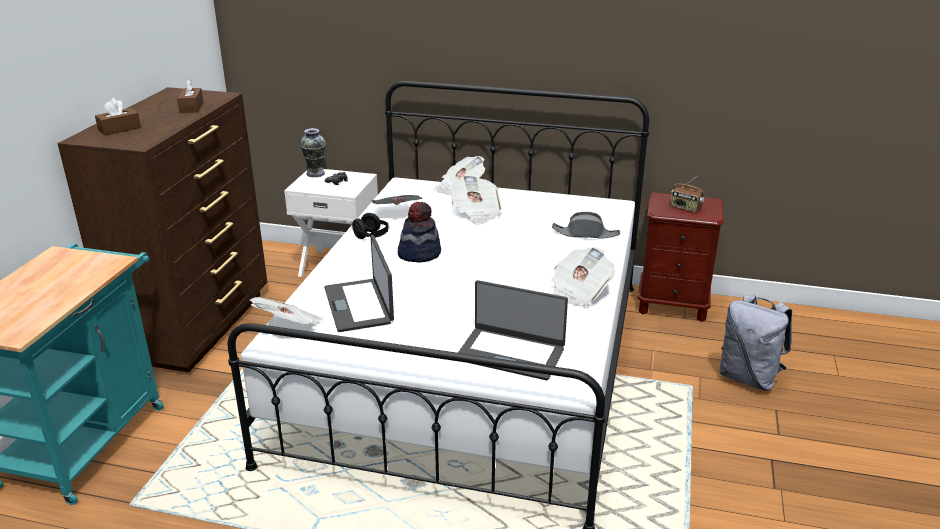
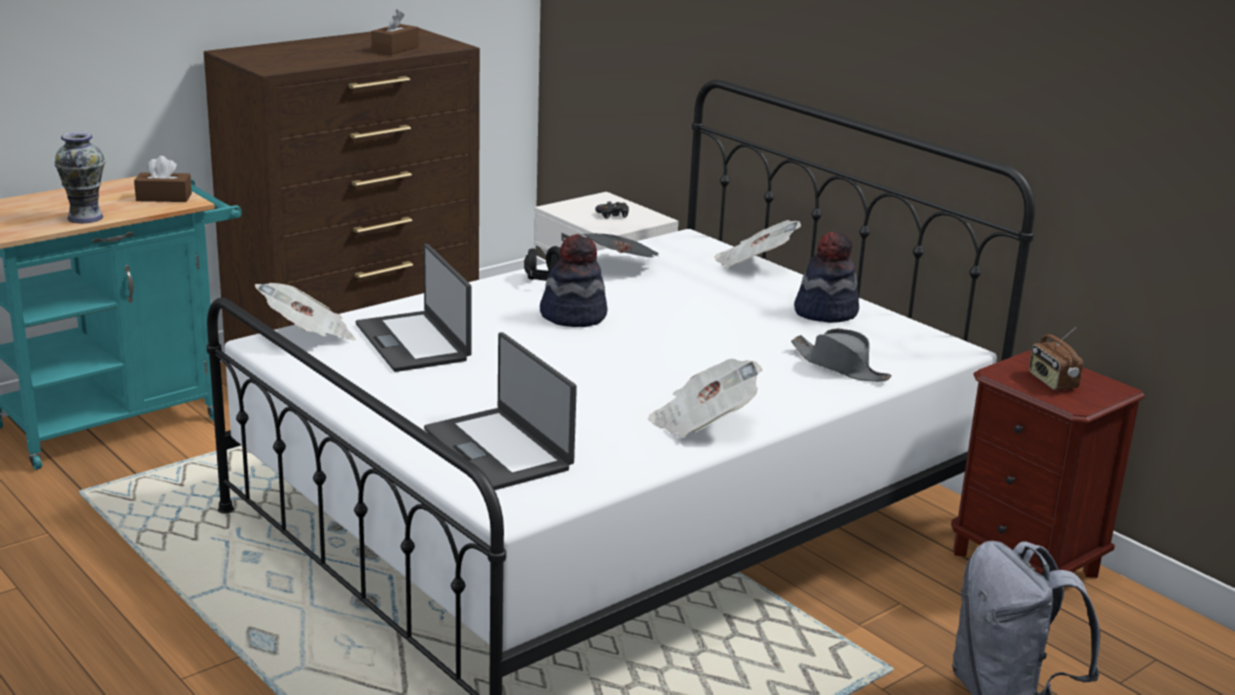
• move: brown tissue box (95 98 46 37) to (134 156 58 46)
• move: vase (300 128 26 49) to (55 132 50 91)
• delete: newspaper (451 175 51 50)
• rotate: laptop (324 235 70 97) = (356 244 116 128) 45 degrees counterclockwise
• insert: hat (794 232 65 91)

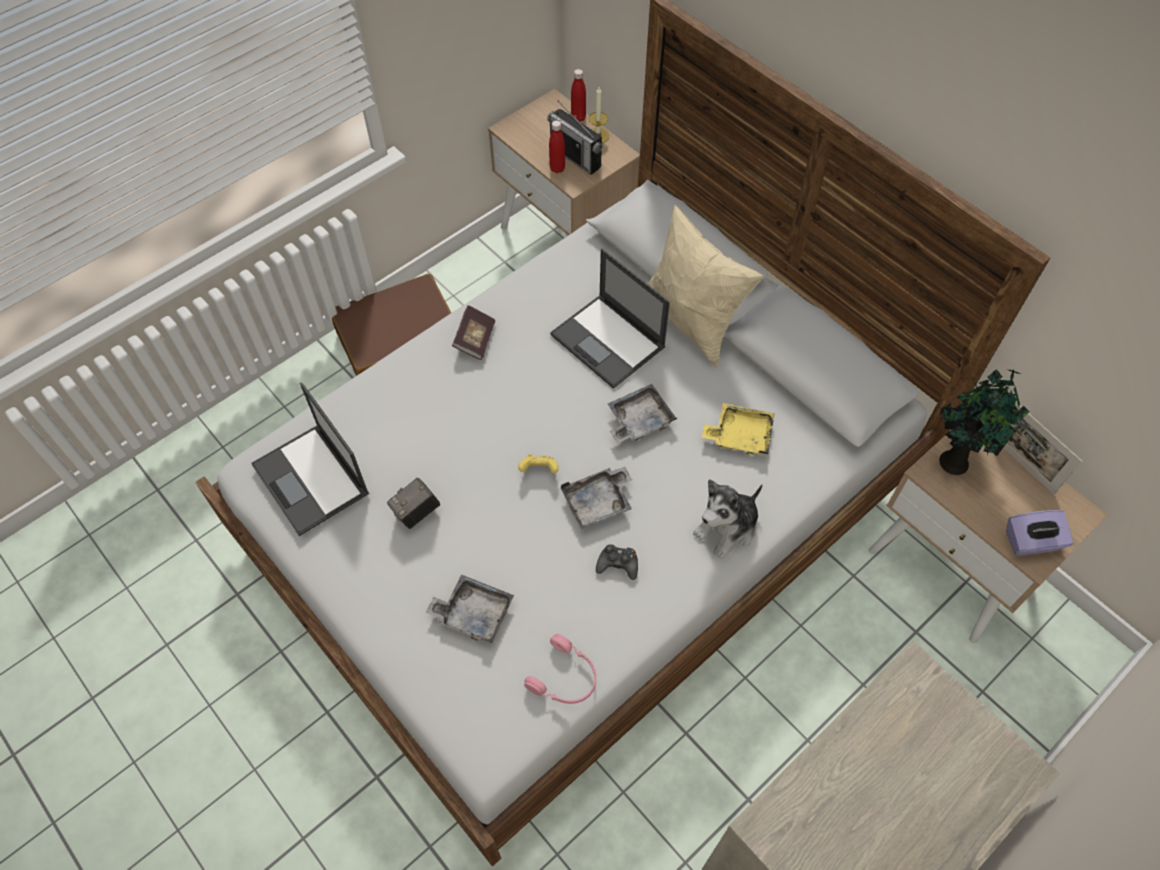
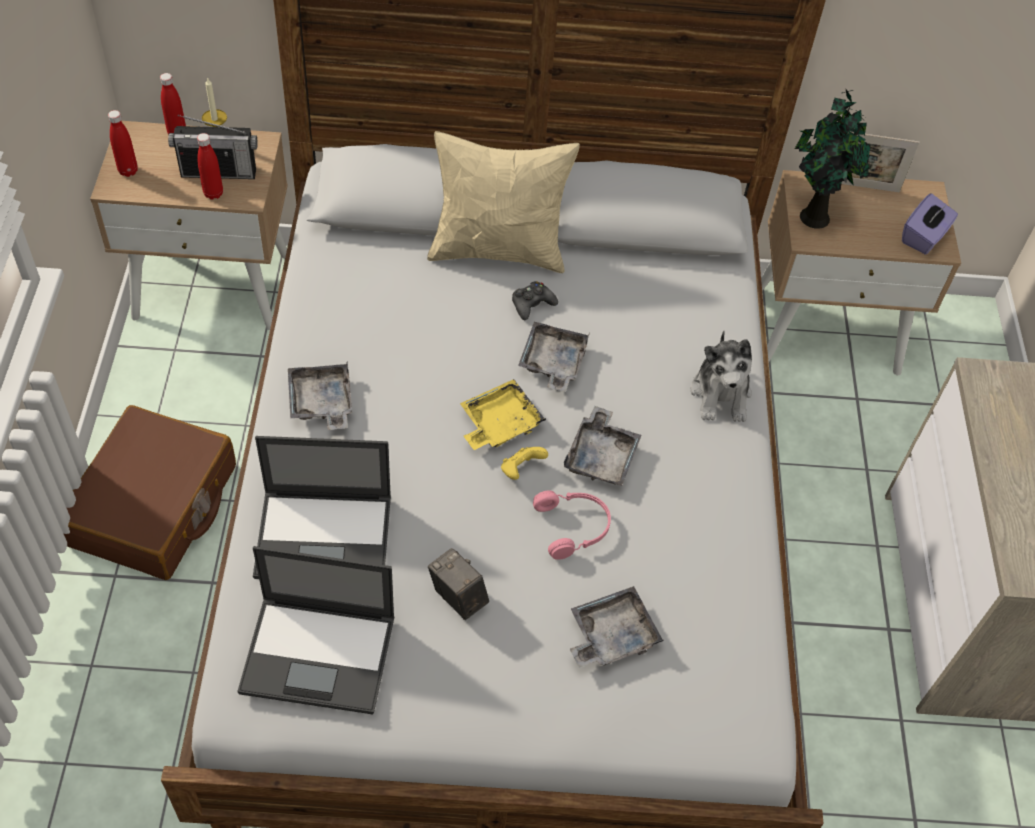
• move: laptop (550 249 120 140) to (253 436 138 143)
• replace: book (452 305 43 55) to grey tray (288 361 64 69)
• move: yellow tray (702 403 73 52) to (460 379 86 71)
• rotate: photo camera (387 478 53 51) = (428 548 61 72) 135 degrees clockwise
• move: black game controller (596 545 42 35) to (512 281 46 39)
• move: pink headphones (524 634 73 70) to (533 490 78 70)
• insert: red bottle (108 110 30 67)

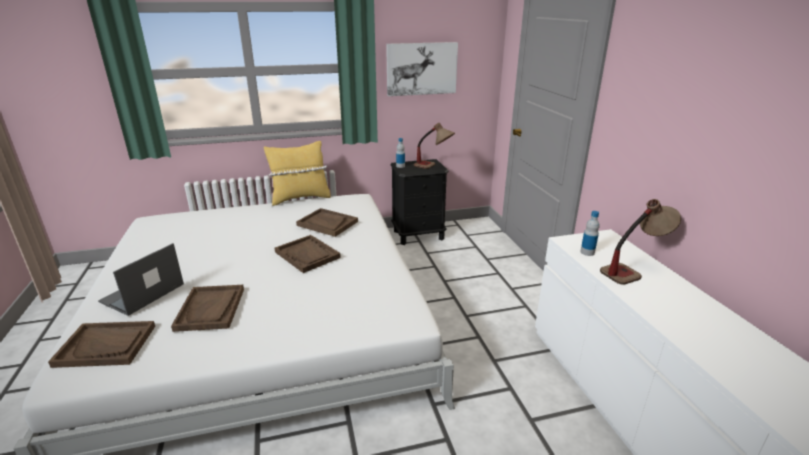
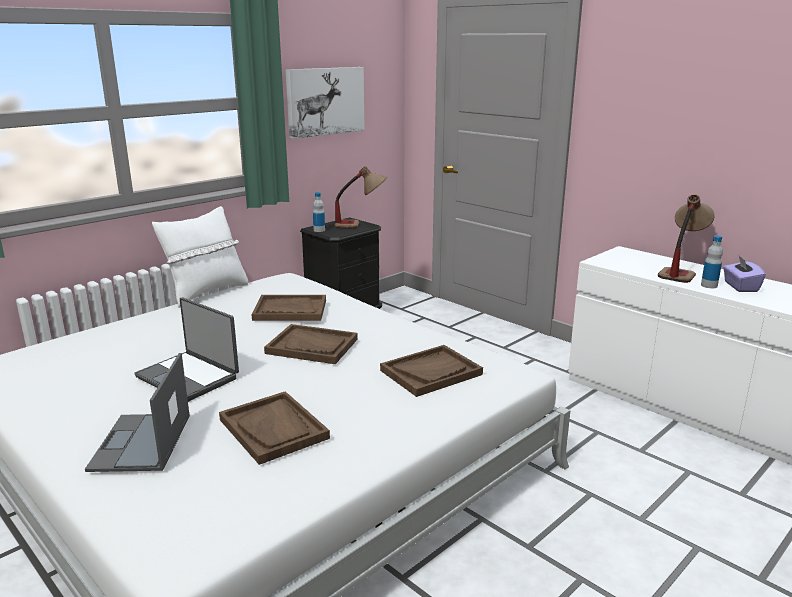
• recolor: yellow pillow (264 141 67 65) to white pillow (152 206 96 102)
• move: bottle (580 211 20 45) to (701 235 22 53)
• move: brown tray (48 321 107 47) to (380 345 103 52)
• insert: purple tissue box (723 256 43 36)
• insert: laptop (134 297 105 105)

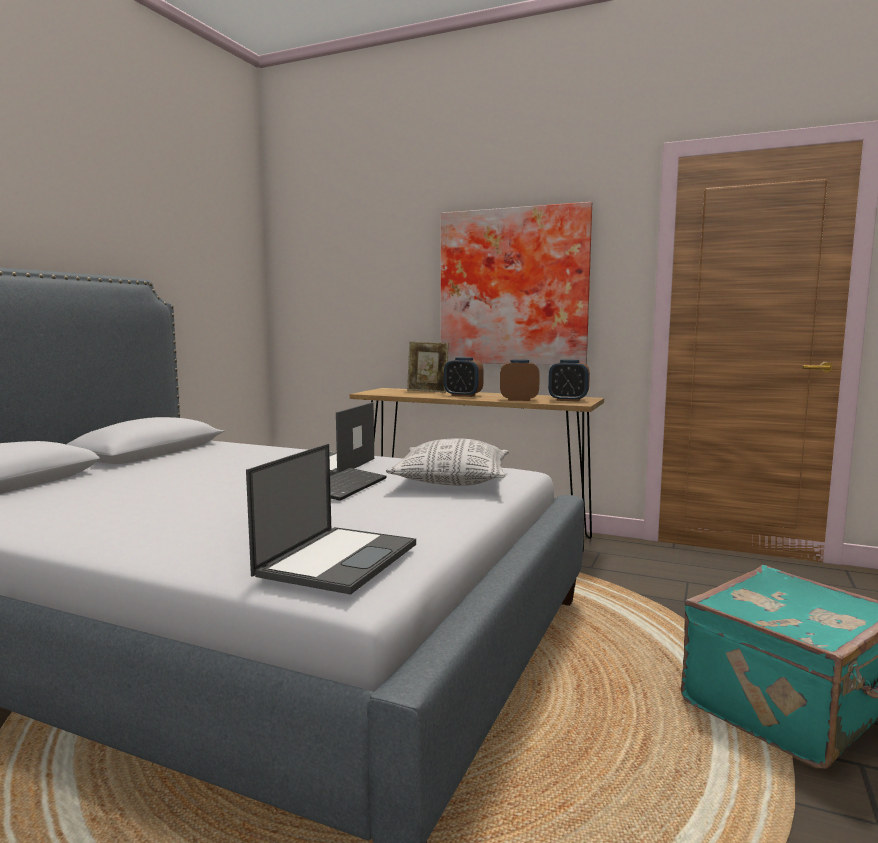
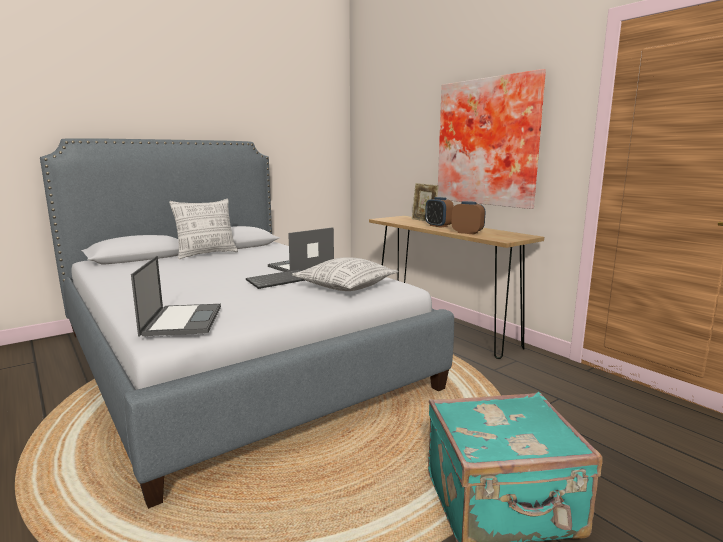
• delete: alarm clock (548 360 42 42)
• rotate: laptop (246 444 170 151) = (131 256 90 80) 60 degrees counterclockwise
• insert: pillow (169 199 69 60)

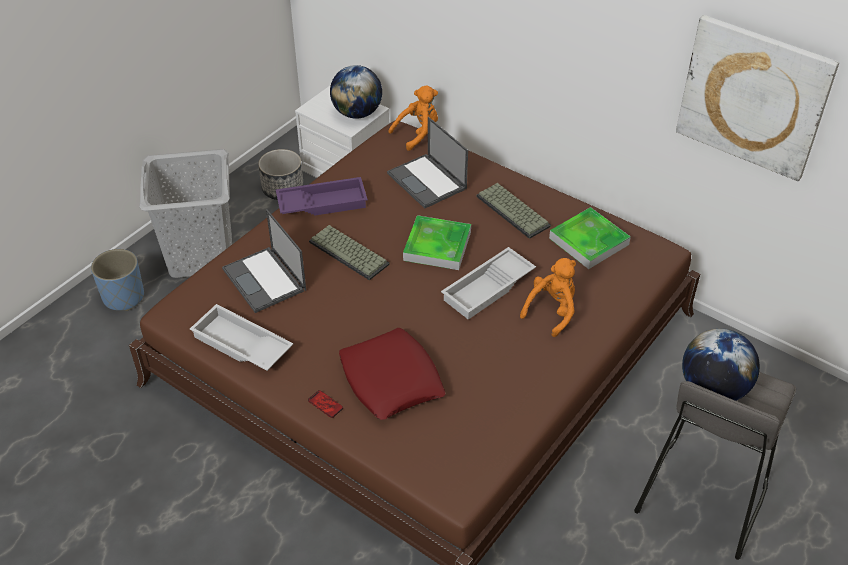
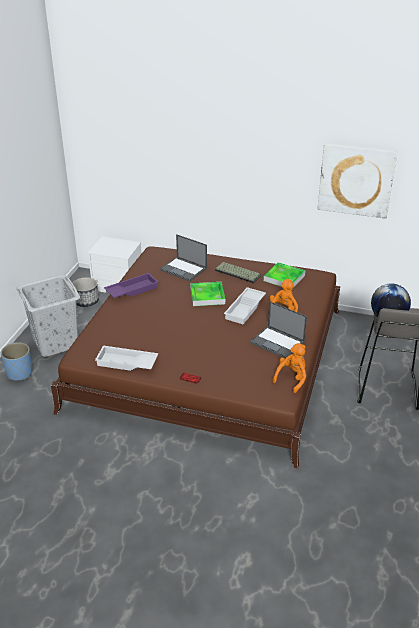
• delete: globe (330 65 52 54)
• move: orange plush toy (389 85 49 66) to (272 343 34 50)
• move: laptop (222 209 84 104) to (250 301 57 57)
• delete: keyboard (309 225 81 55)
• delete: red pillow (339 328 107 92)

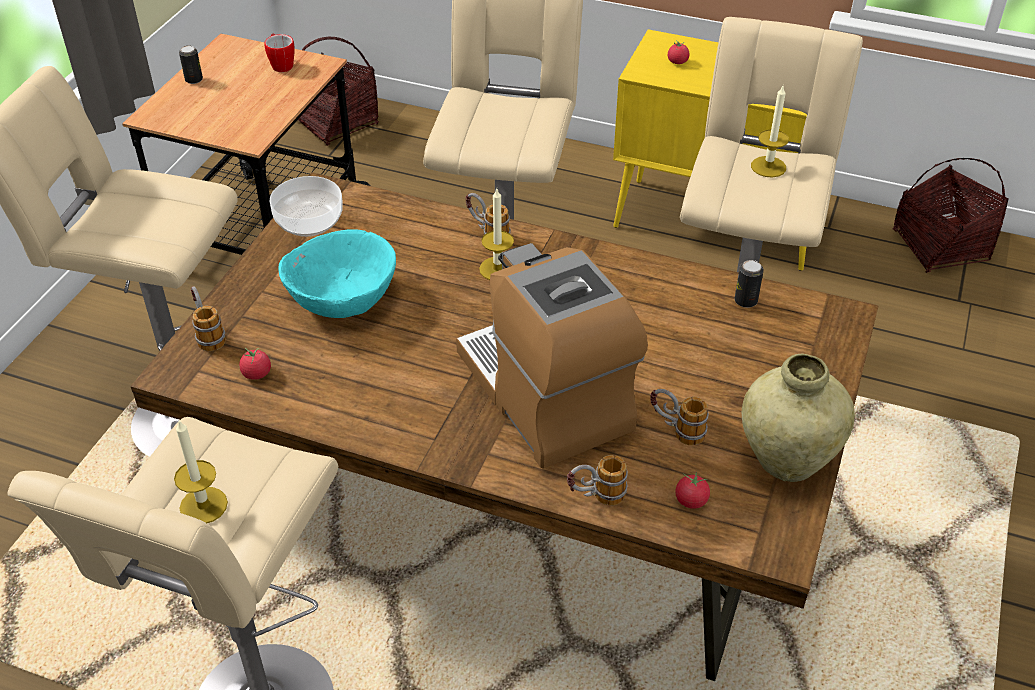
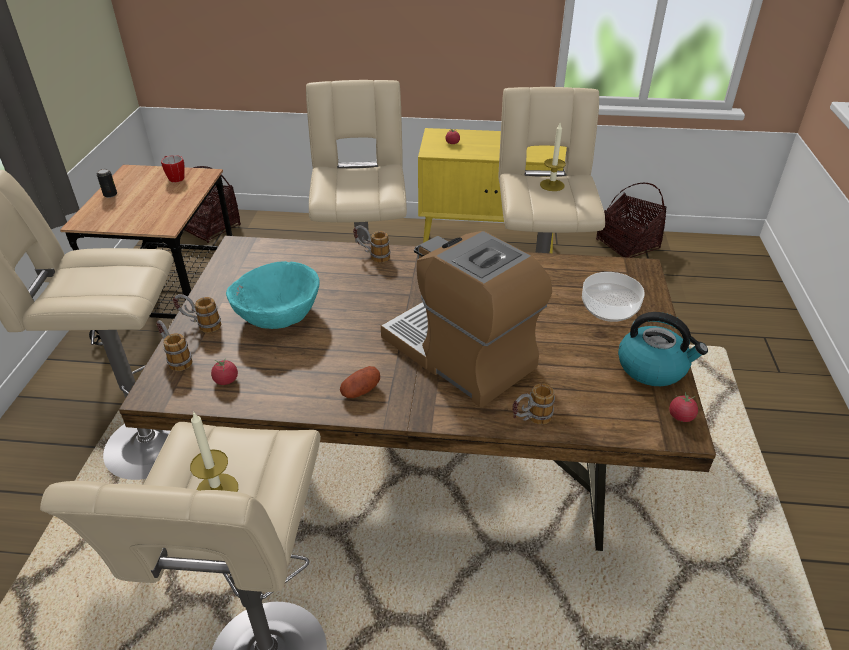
• move: bowl (270 176 73 61) to (582 272 63 50)
• delete: candle (479 189 35 91)
• delete: can (734 260 30 48)
• replace: beige vase (742 354 113 128) to kettle (618 312 90 74)
• move: mug (650 389 59 56) to (173 294 48 39)
• move: tomato (675 472 35 37) to (669 392 29 30)
• insert: potato (340 366 40 32)

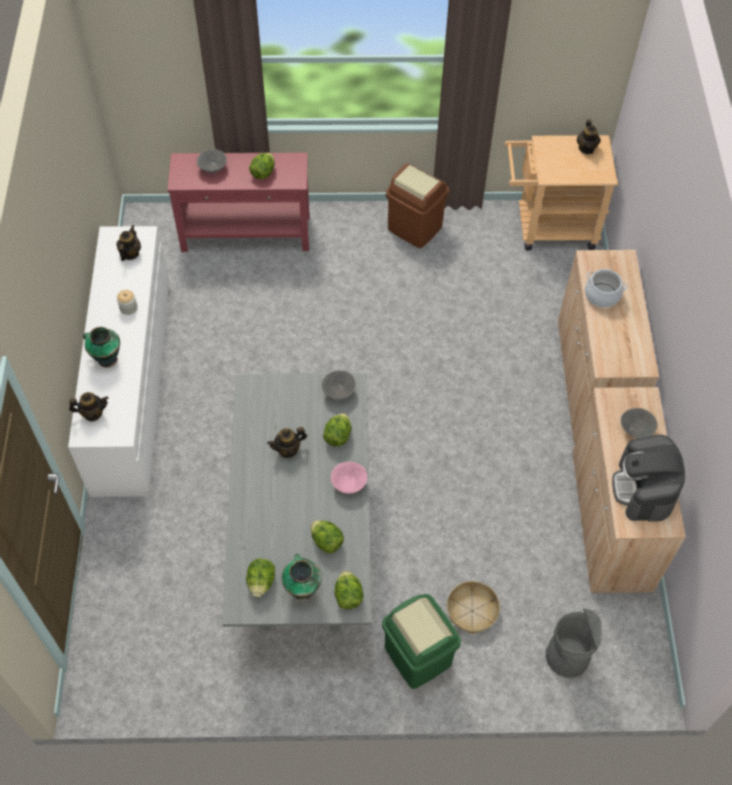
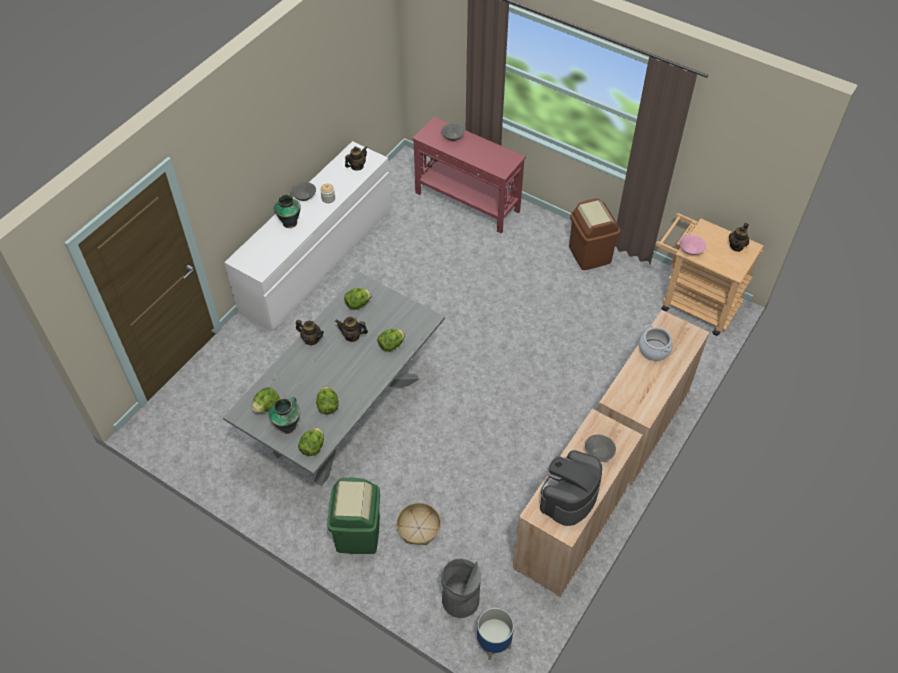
• move: lettuce (249 153 26 26) to (344 288 28 22)
• move: grey bowl (322 370 34 30) to (291 182 25 19)
• move: teapot (69 392 40 29) to (296 320 28 25)
• move: pink bowl (331 462 36 32) to (679 234 28 21)
• insert: planter (477 608 37 52)

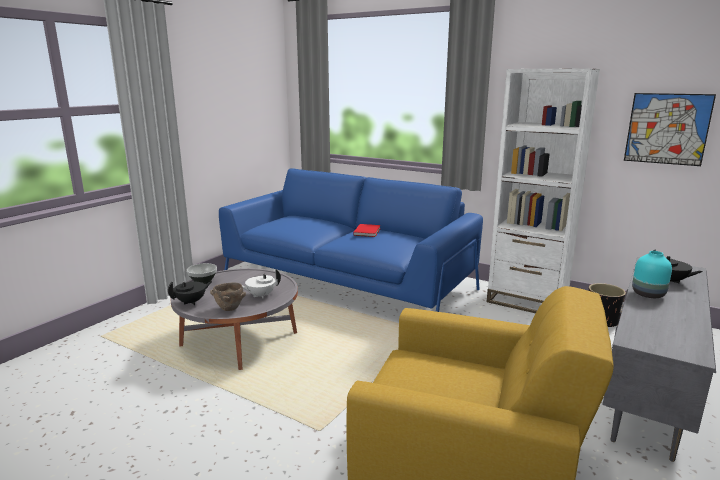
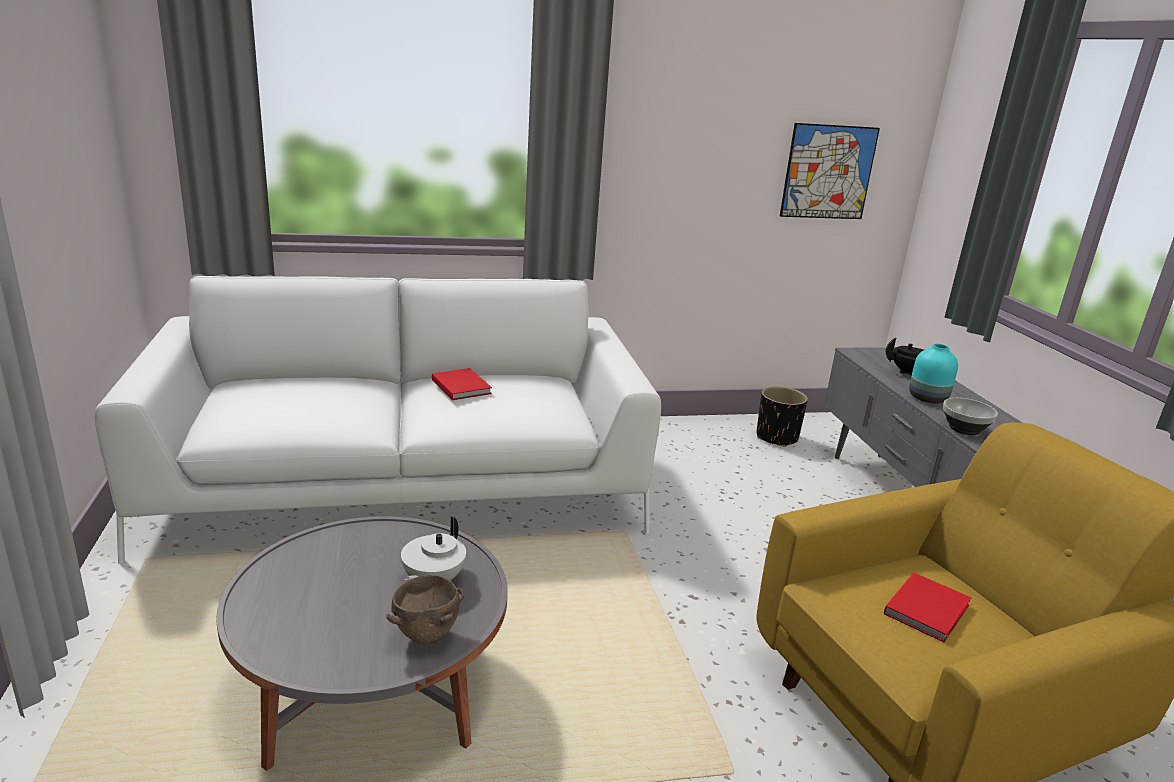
• delete: white bookcase (487 68 113 245)
• recolor: blue sofa (219 168 264 144) to white sofa (95 276 566 288)
• move: bowl (187 263 30 21) to (943 398 55 37)
• delete: black teapot (168 281 44 24)
• insert: red book (884 573 88 69)

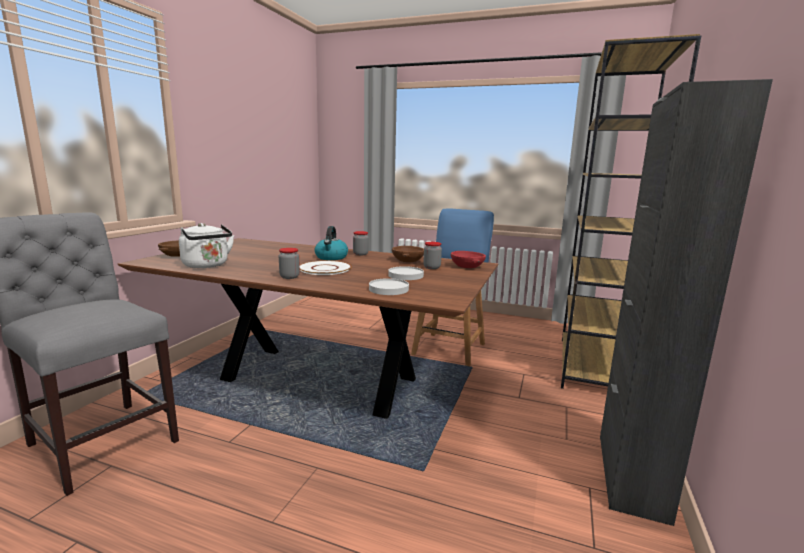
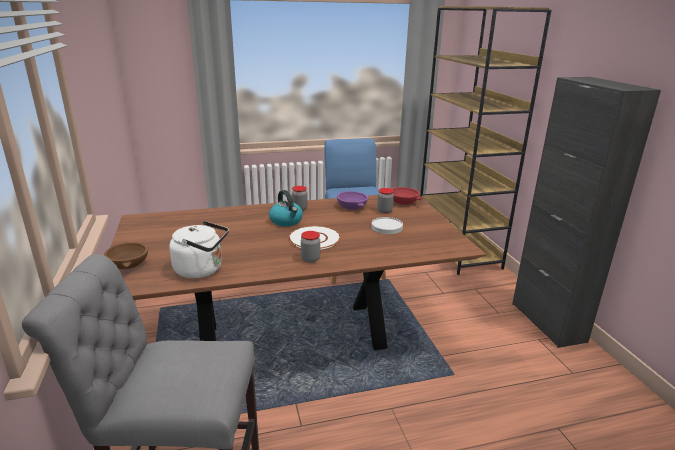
• recolor: brown bowl (392 246 32 16) to purple bowl (337 191 31 19)
• delete: white plate (369 278 40 17)

